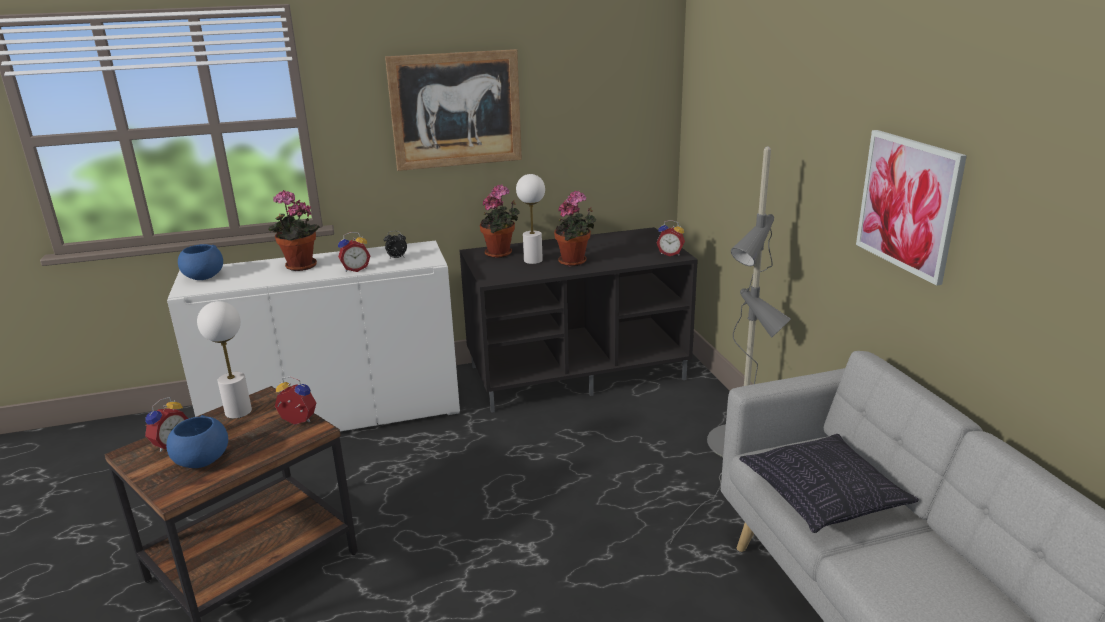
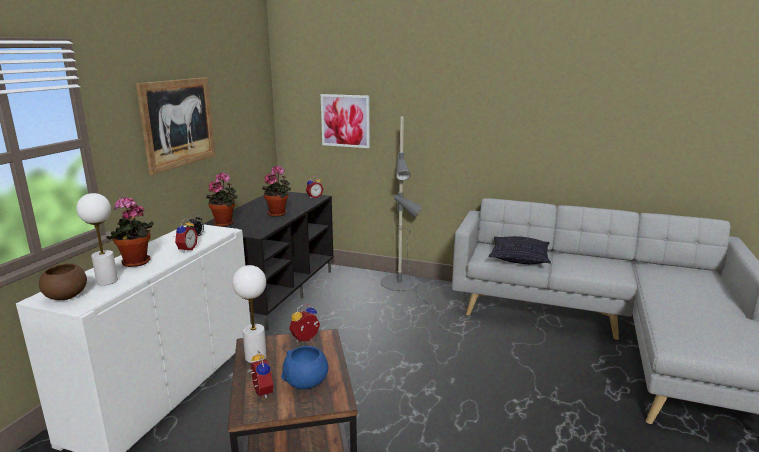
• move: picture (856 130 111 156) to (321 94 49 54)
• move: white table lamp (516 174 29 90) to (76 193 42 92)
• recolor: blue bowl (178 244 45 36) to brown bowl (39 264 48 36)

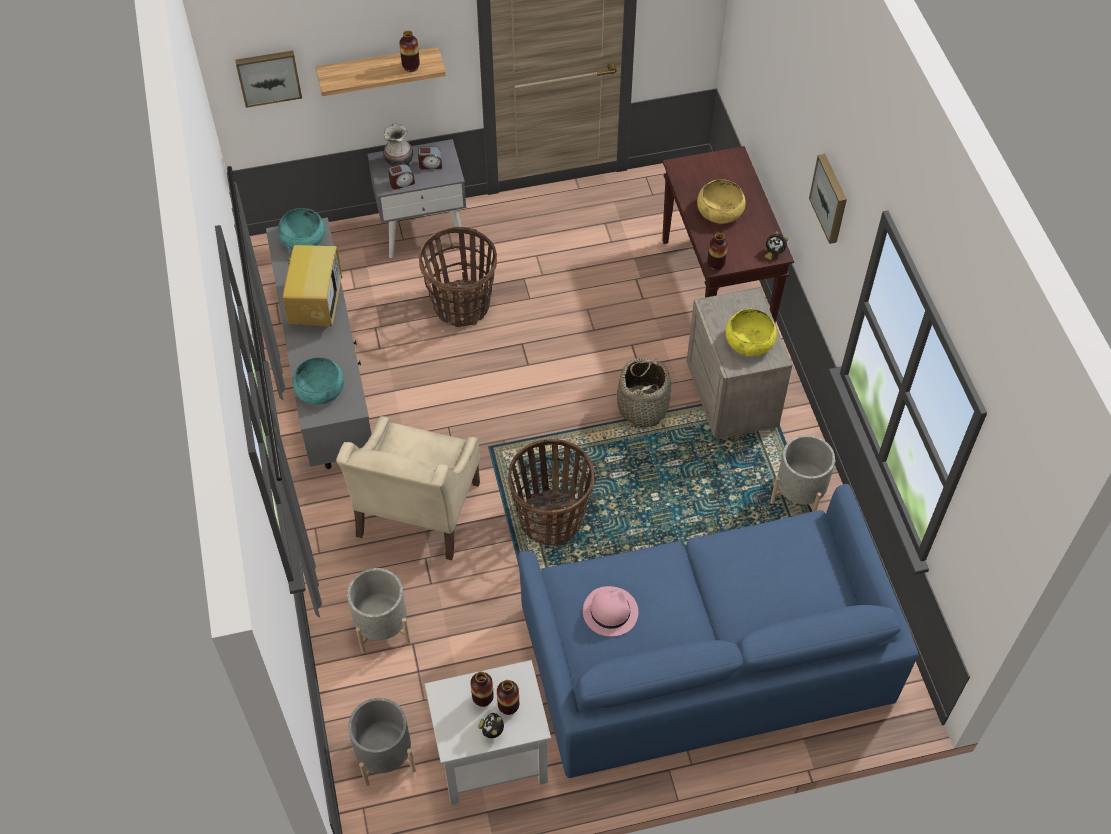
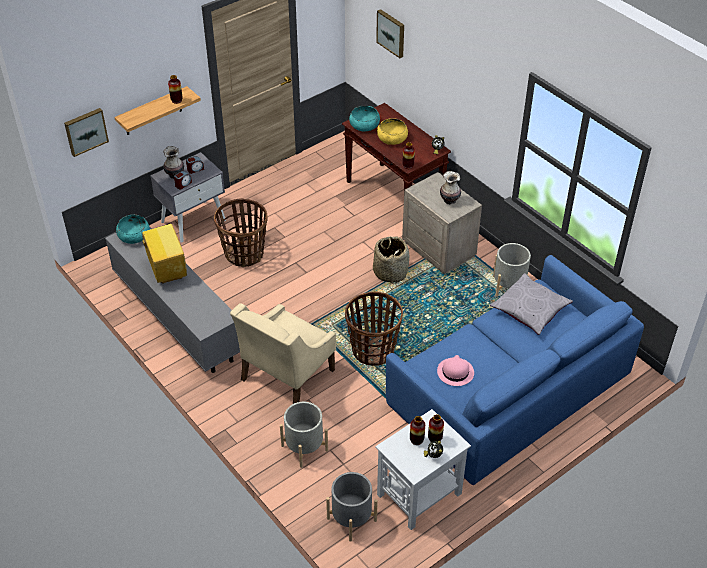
• move: picture (809 154 38 90) to (376 9 28 49)
• replace: yellow bowl (726 309 51 47) to vase (440 171 21 34)
• move: turquoise bowl (293 357 51 48) to (349 106 31 25)
• rotate: beige armchair (336 416 144 144) = (230 303 106 101) 45 degrees clockwise
• insert: grey pillow (490 273 83 62)

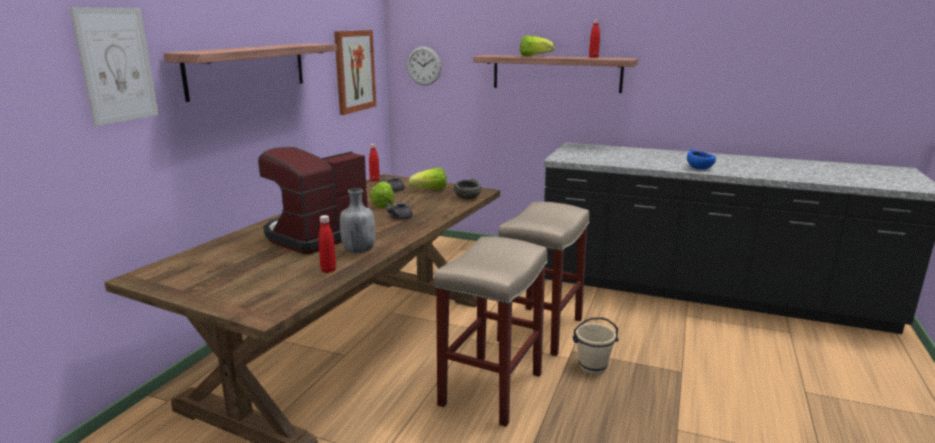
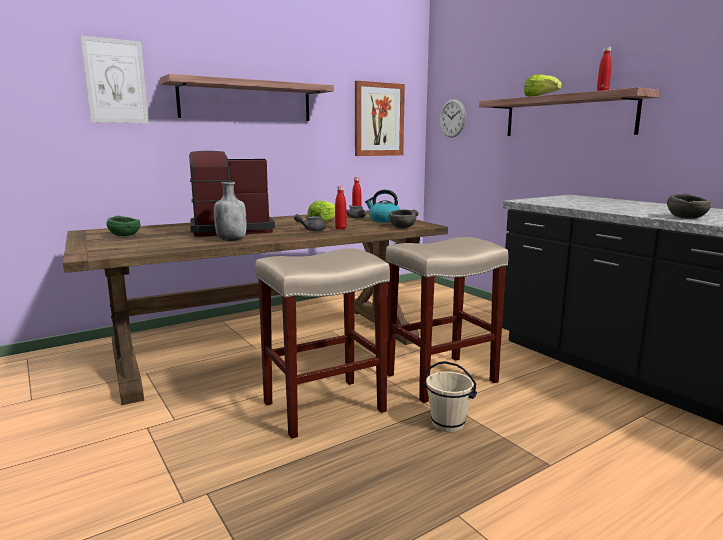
• recolor: blue bowl (687 149 29 20) to grey bowl (667 194 44 25)
• replace: lettuce (408 168 39 22) to kettle (365 190 36 32)
• move: red bottle (318 215 18 58) to (335 186 12 44)
• insert: green bowl (106 216 34 20)

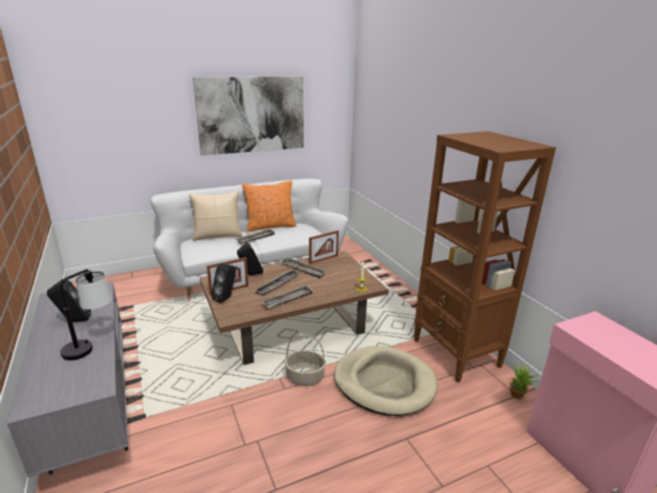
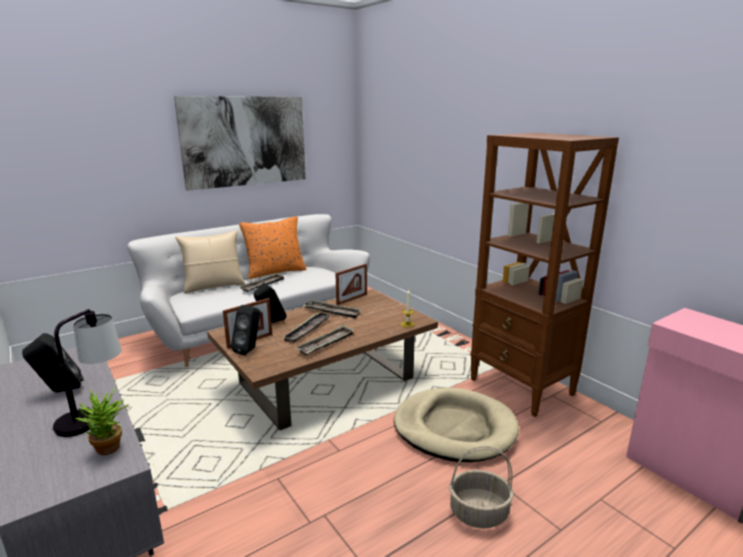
• move: basket (285 333 41 53) to (449 446 65 82)
• move: potted plant (510 363 29 36) to (75 387 53 68)

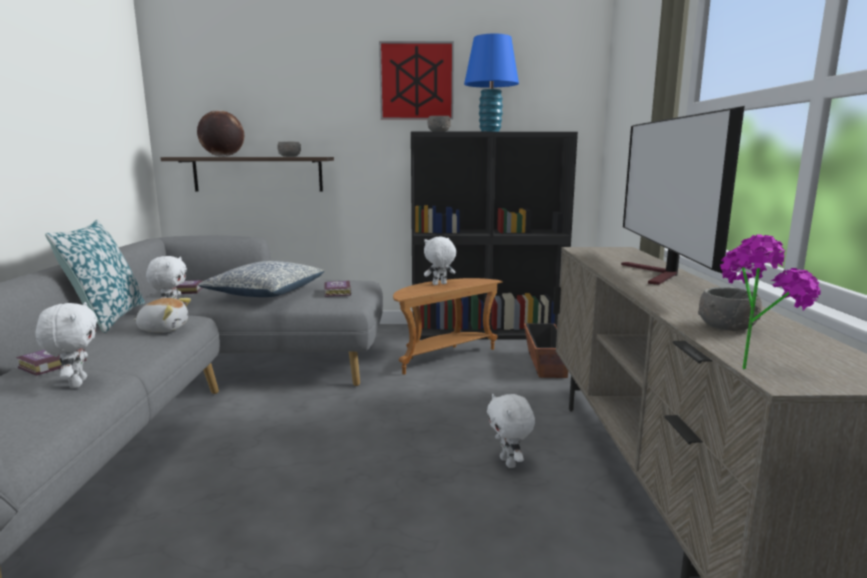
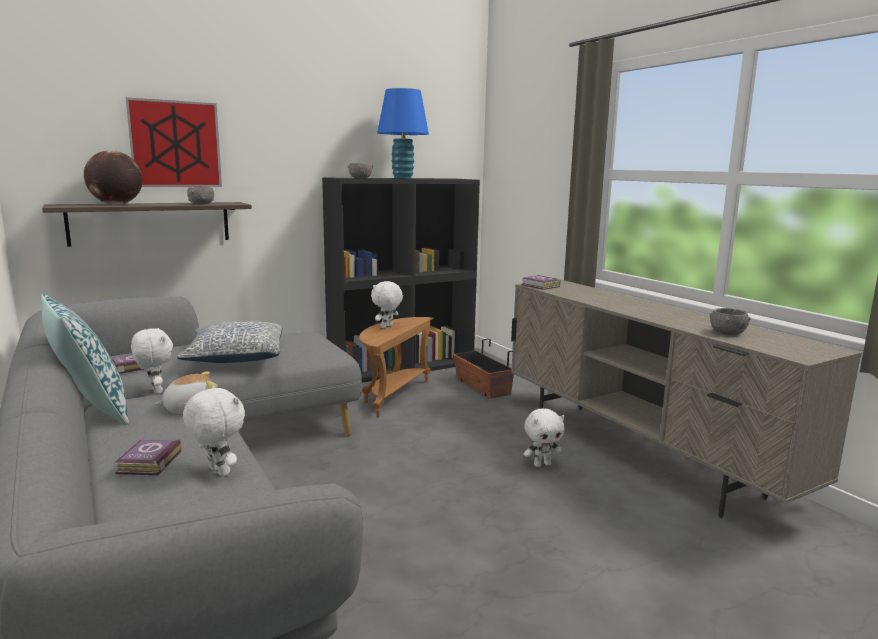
• move: picture (379 41 75 79) to (126 98 96 89)
• delete: television (621 106 124 179)
• delete: potted plant (720 235 101 134)
• move: book (324 281 27 16) to (521 275 39 15)
• rotate: white plush toy (487 394 48 74) = (524 409 41 58) 60 degrees counterclockwise

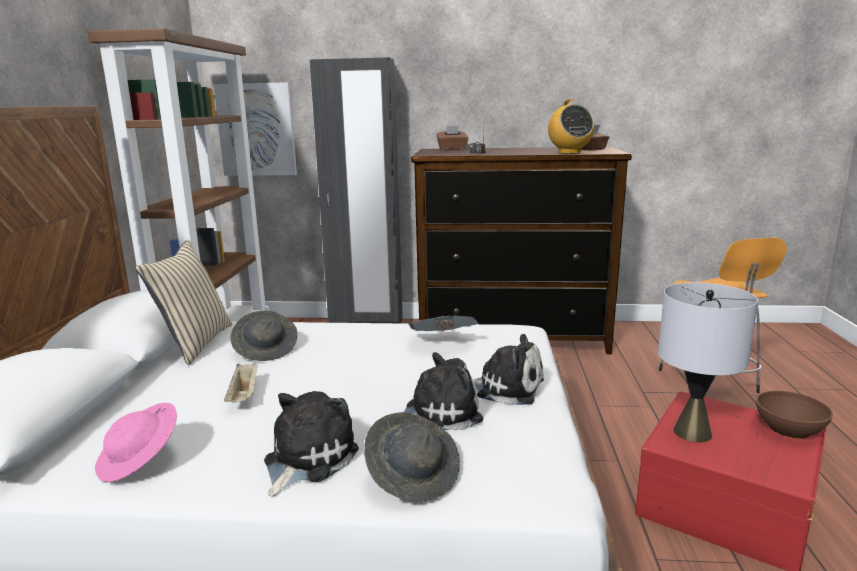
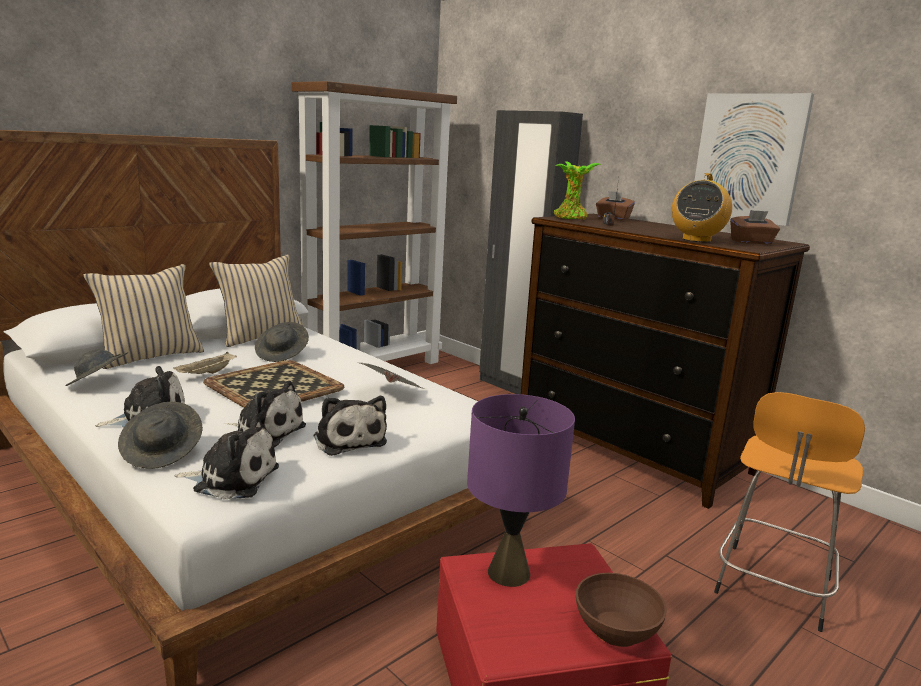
• move: picture (214 82 83 94) to (694 93 120 133)
• recolor: grey table lamp (658 282 100 160) to purple table lamp (467 394 108 193)
• recolor: pink hat (95 403 82 79) to grey hat (65 350 63 36)
• insert: potted plant (554 161 47 59)
• insert: beige pillow (83 264 121 105)
• insert: tray (203 360 141 48)
• insert: plush toy (175 417 104 82)

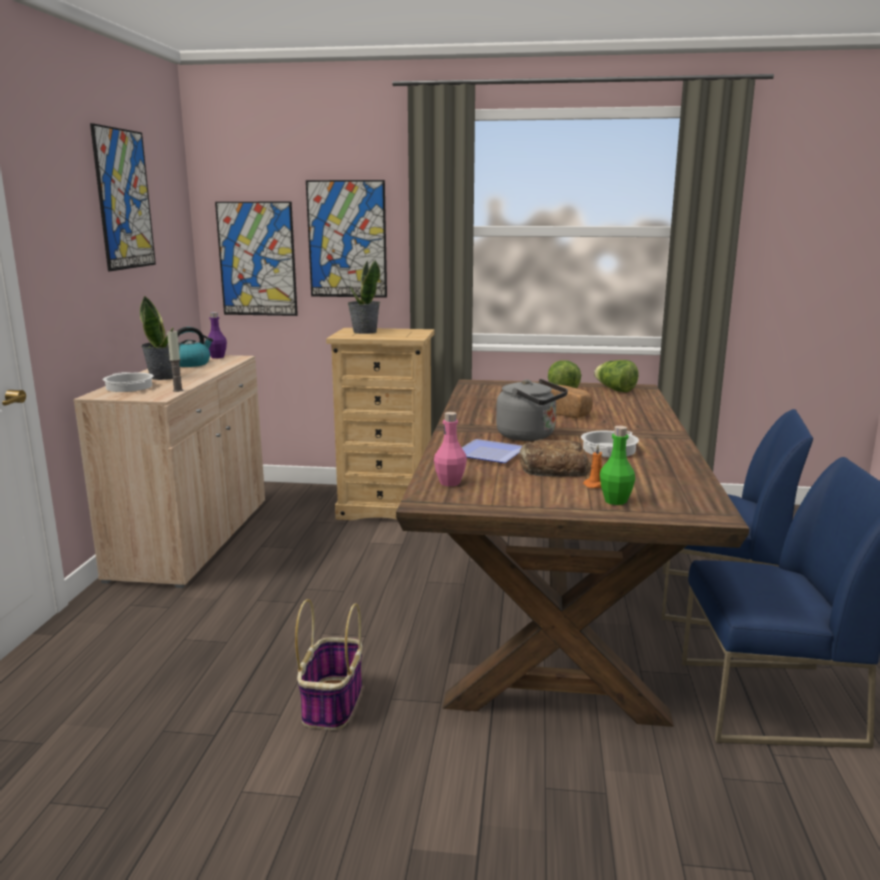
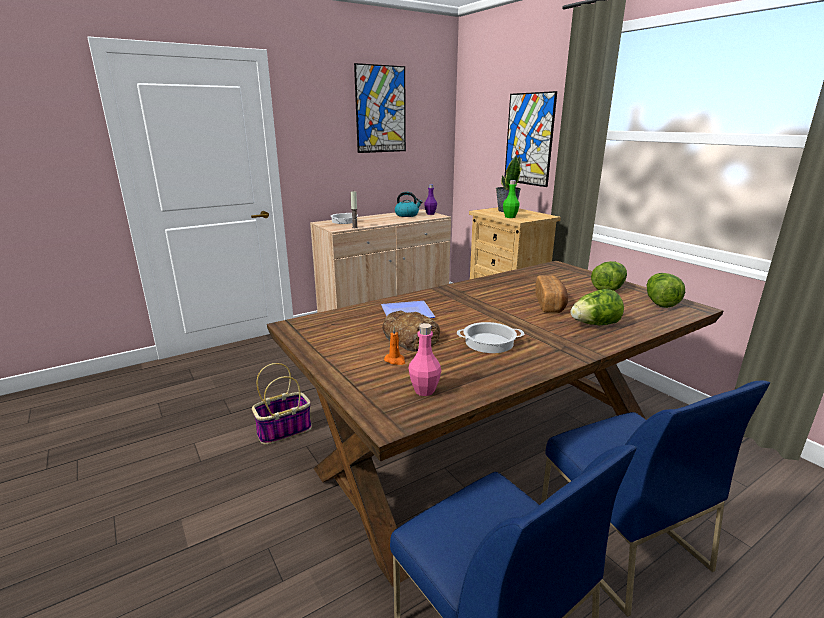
• delete: picture (215 202 83 114)
• delete: potted plant (140 295 40 85)
• delete: grey kettle (496 379 72 62)
• move: pink bottle (434 412 33 74) to (408 323 33 73)
• move: green bottle (600 426 35 79) to (503 180 17 38)
• insert: lettuce (571 289 53 36)

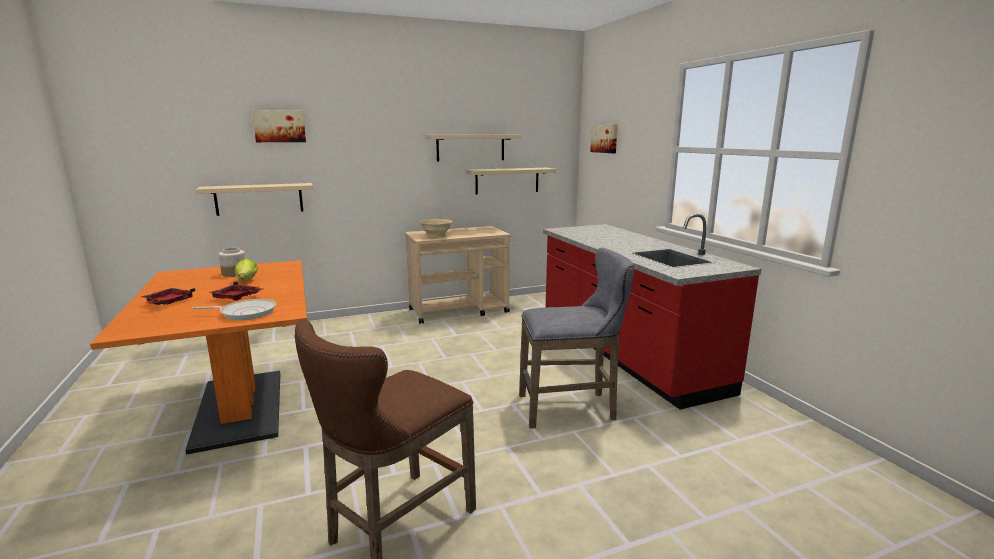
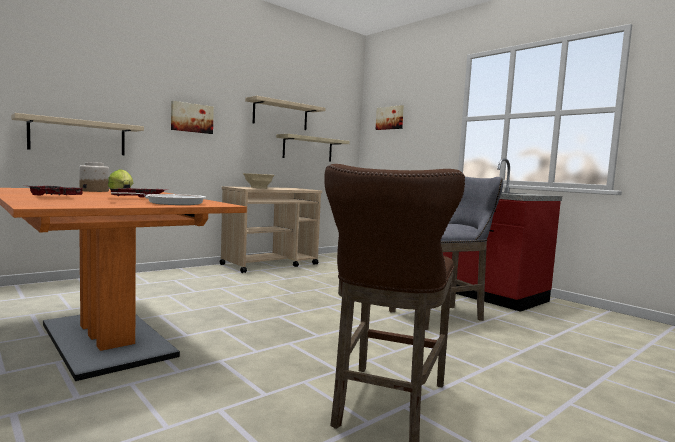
• move: picture (252 110 54 32) to (171 101 43 33)

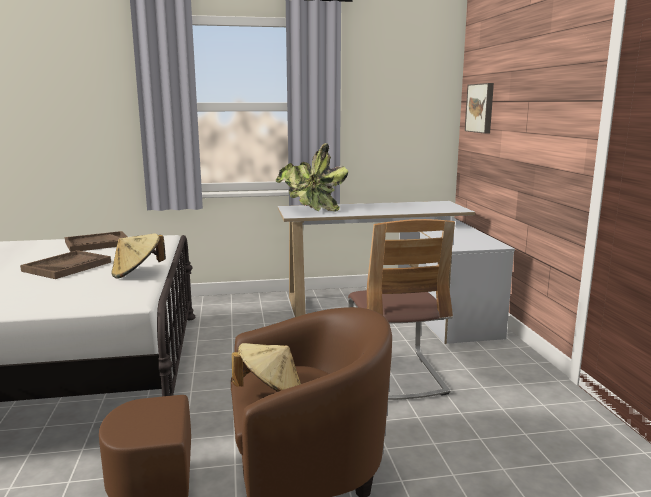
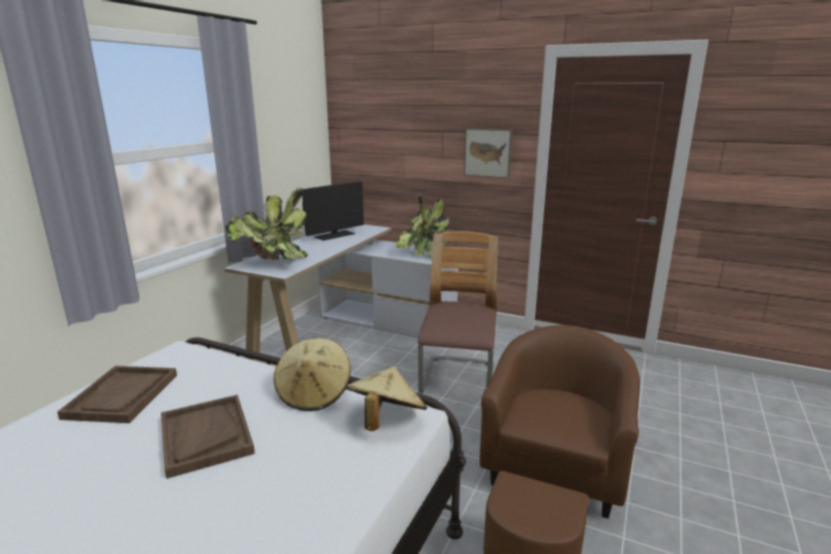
• move: picture (465 83 29 51) to (464 128 49 50)
• rotate: chair (348 219 107 181) = (418 231 80 162) 105 degrees counterclockwise
• move: beige hat (232 343 69 49) to (345 366 82 65)
• insert: monitor (302 181 62 60)
• insert: potted plant (395 194 55 65)

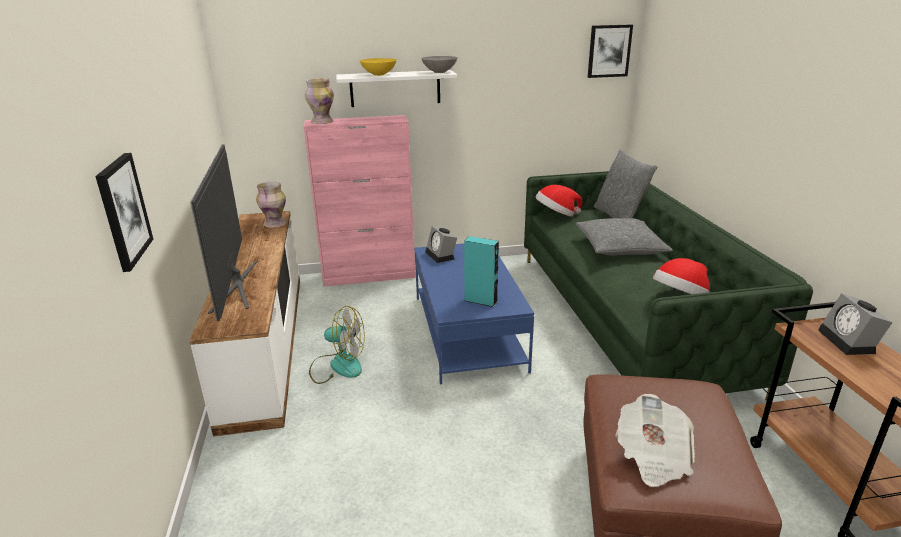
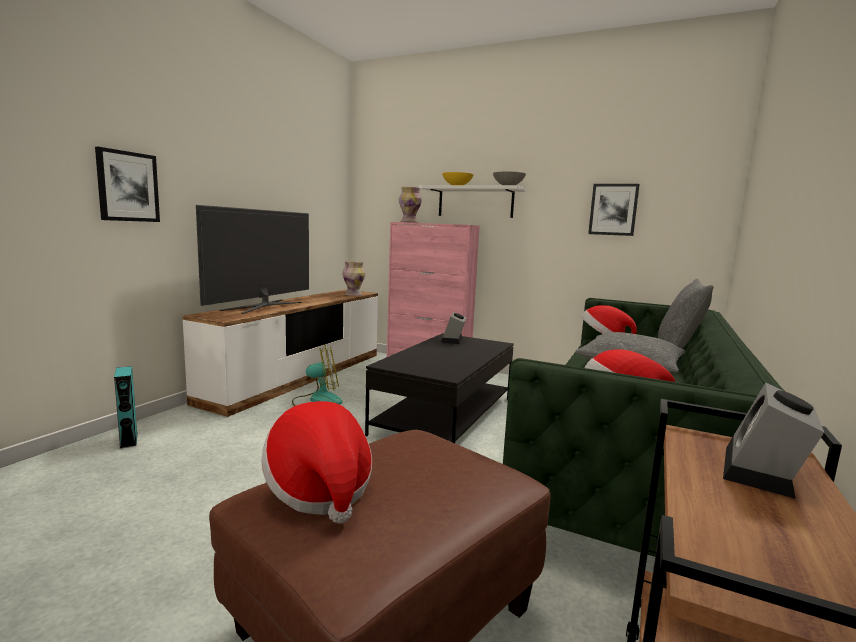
• move: picture (588 24 45 54) to (588 184 52 52)
• move: turquoise speaker (464 236 35 71) to (114 366 23 83)
• recolor: blue coffee table (414 243 120 141) to black coffee table (365 333 149 110)
• rotate: fan (309 306 56 78) = (292 344 50 62) 60 degrees counterclockwise
• replace: newspaper (616 394 79 93) to hat (261 401 111 123)

